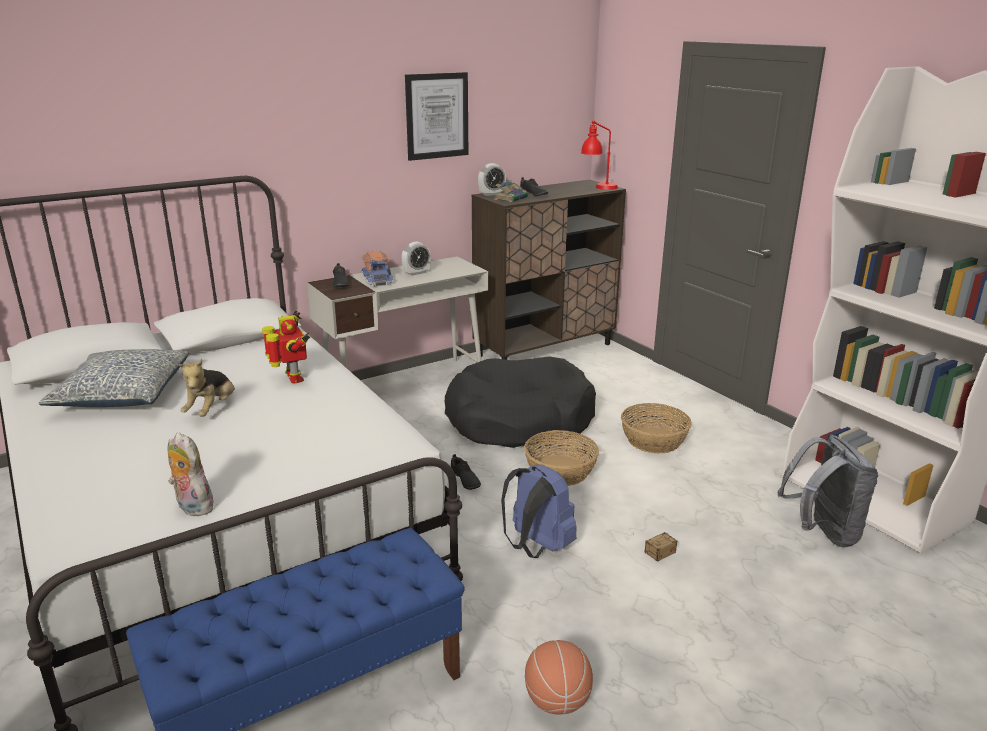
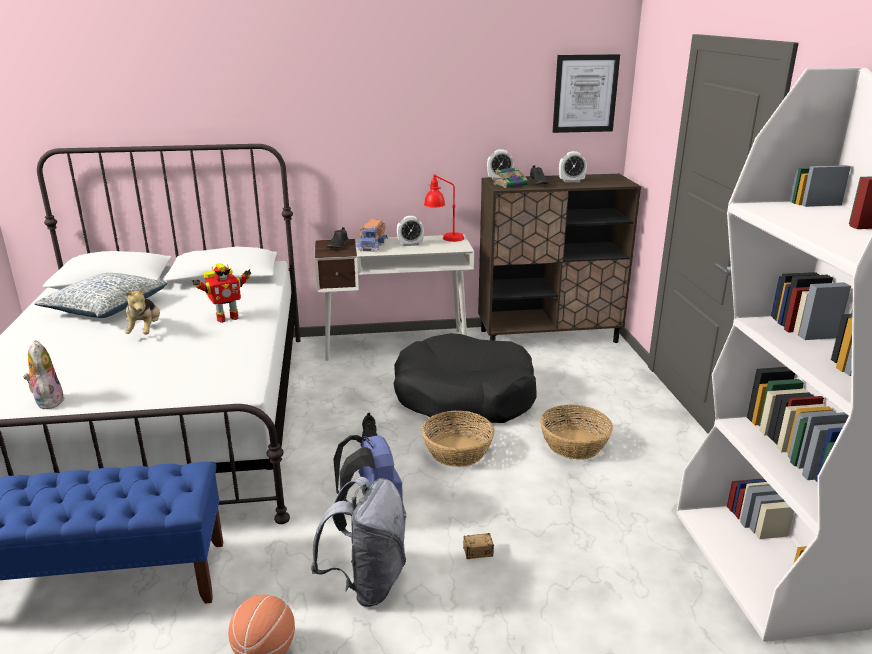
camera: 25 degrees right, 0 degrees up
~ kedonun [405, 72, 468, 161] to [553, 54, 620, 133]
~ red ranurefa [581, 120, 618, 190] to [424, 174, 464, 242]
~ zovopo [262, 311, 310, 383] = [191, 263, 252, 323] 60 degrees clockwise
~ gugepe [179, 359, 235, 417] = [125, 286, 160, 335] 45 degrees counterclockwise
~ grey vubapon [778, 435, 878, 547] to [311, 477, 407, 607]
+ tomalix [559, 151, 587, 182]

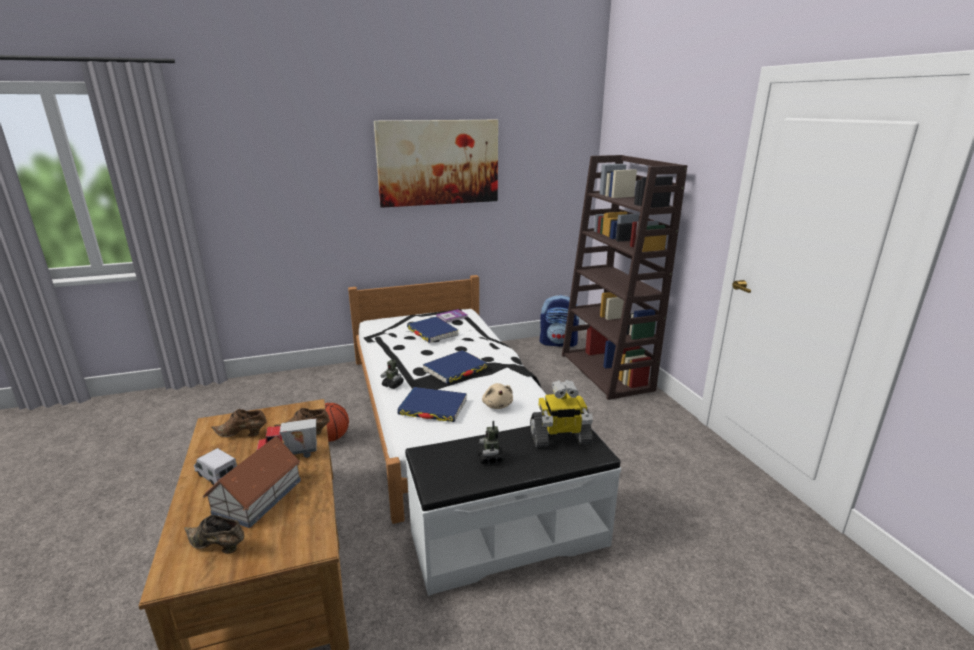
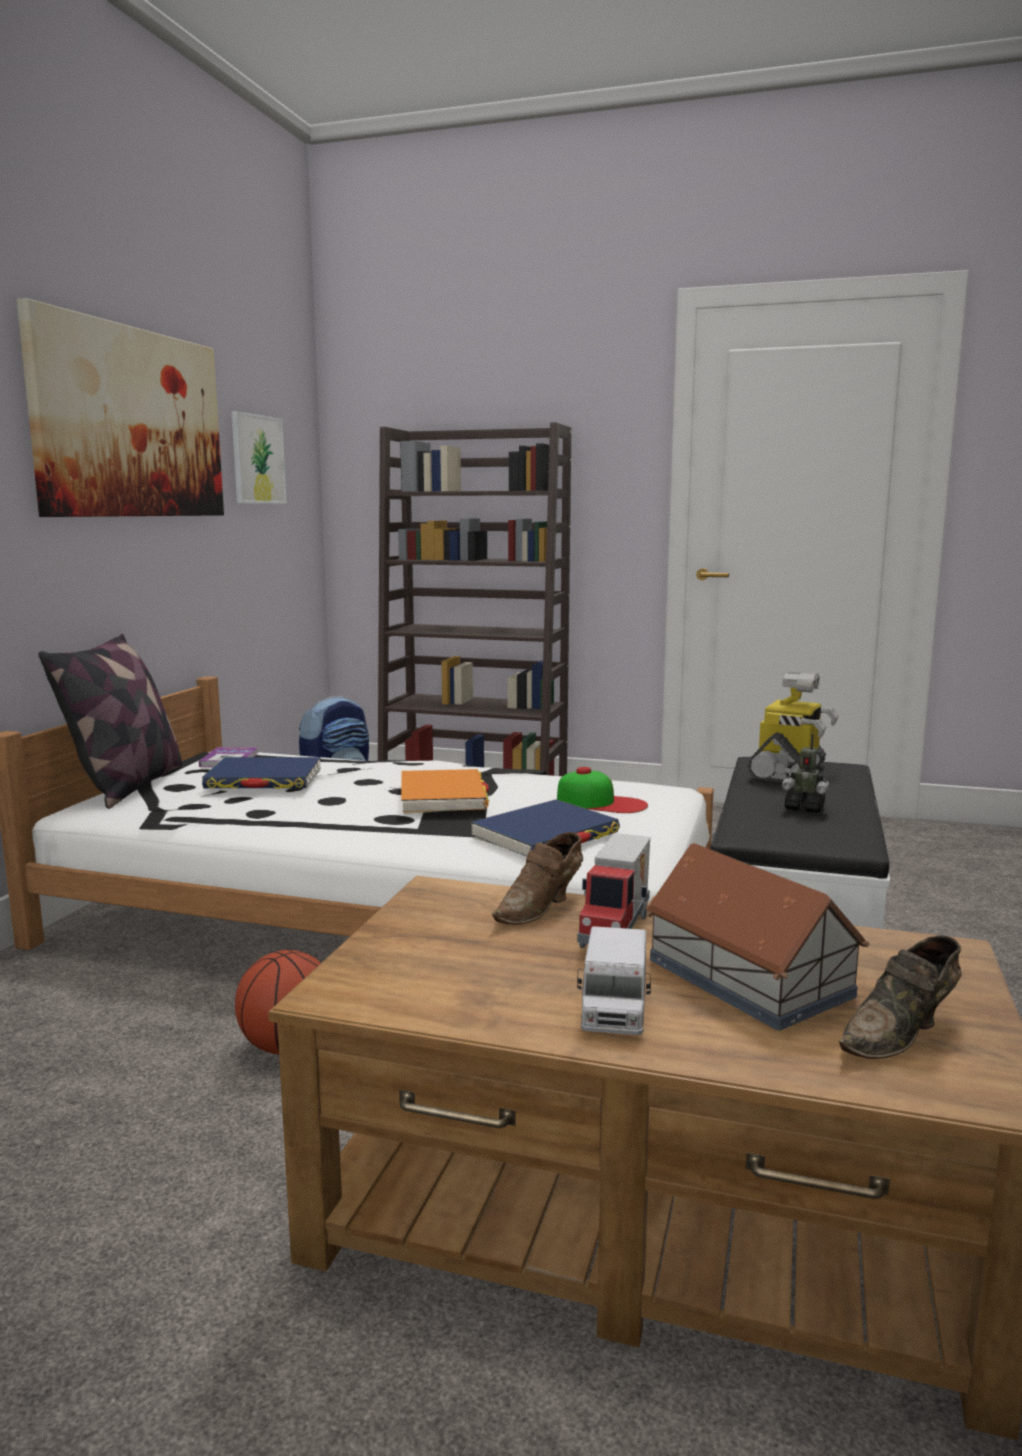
camera: 55 degrees left, 10 degrees down
~ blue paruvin [423, 350, 488, 384] to orange paruvin [401, 769, 489, 814]
- zovopo [381, 354, 404, 389]
~ beige gugepe [482, 383, 513, 409] to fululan [557, 767, 648, 813]
- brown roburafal [211, 409, 267, 437]
~ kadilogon [194, 448, 237, 485] = [577, 926, 651, 1035] 60 degrees counterclockwise
+ kedonun [232, 411, 287, 504]
+ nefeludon [38, 634, 182, 809]

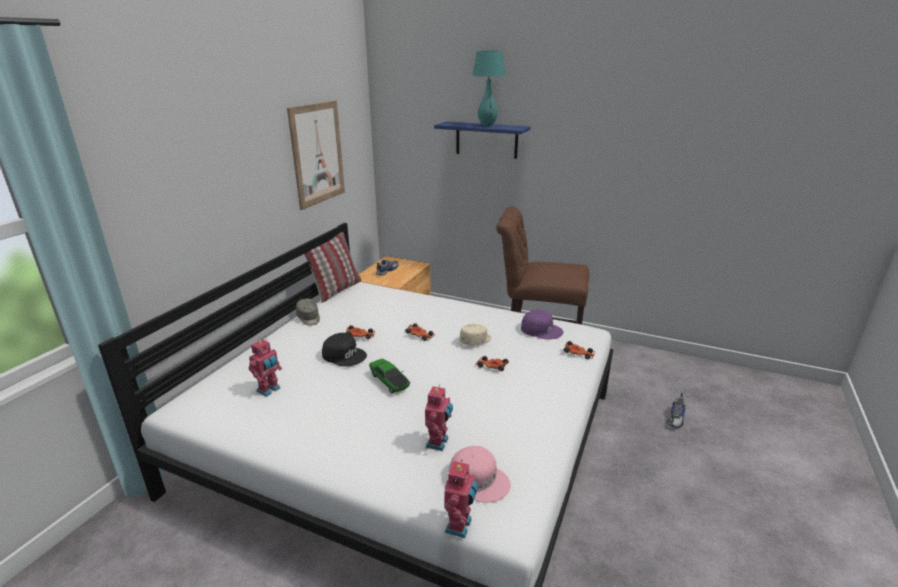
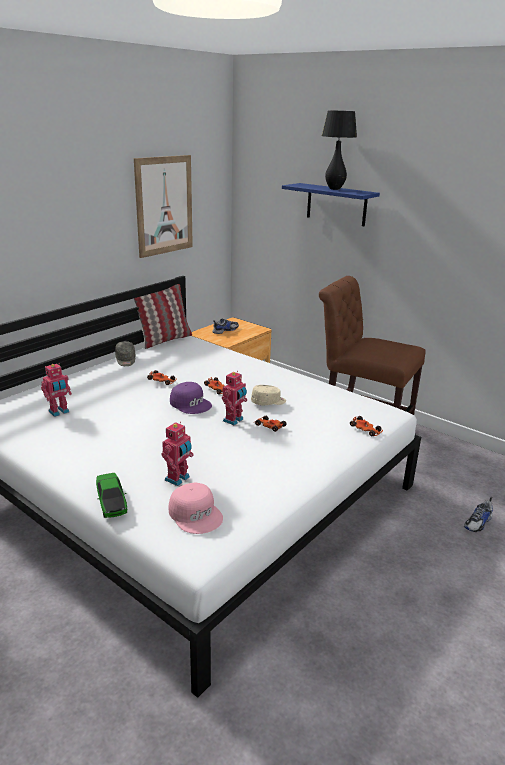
camera: 15 degrees right, 0 degrees up
~ turquoise ranurefa [472, 51, 506, 126] to black ranurefa [322, 110, 357, 190]
~ purple fululan [521, 310, 563, 340] to [170, 382, 212, 414]
- black fululan [322, 333, 367, 367]
~ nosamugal [369, 359, 410, 393] to [96, 473, 127, 518]
~ zovopo [444, 459, 478, 538] to [222, 371, 247, 426]

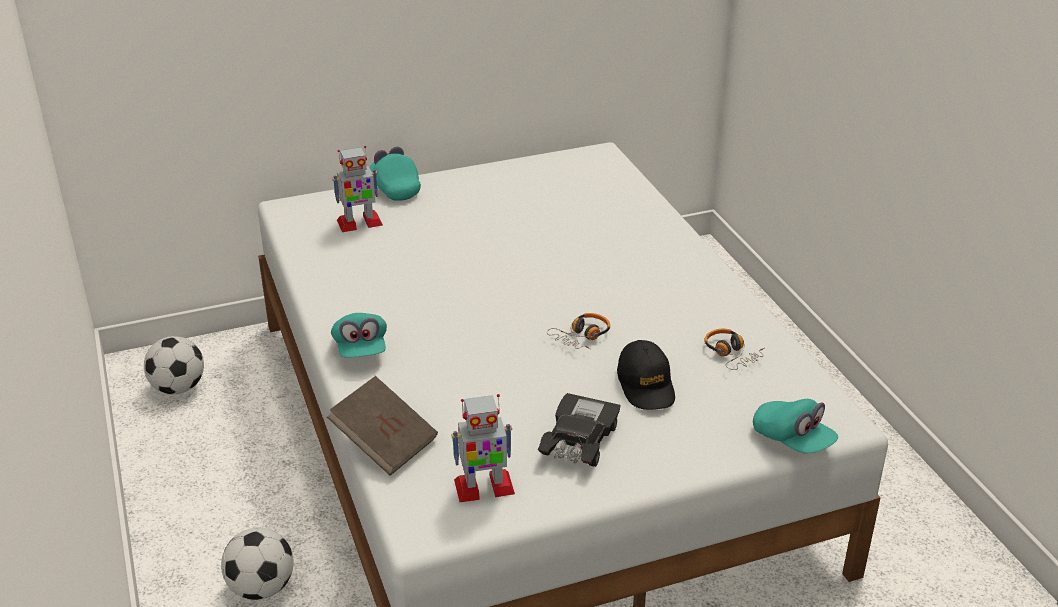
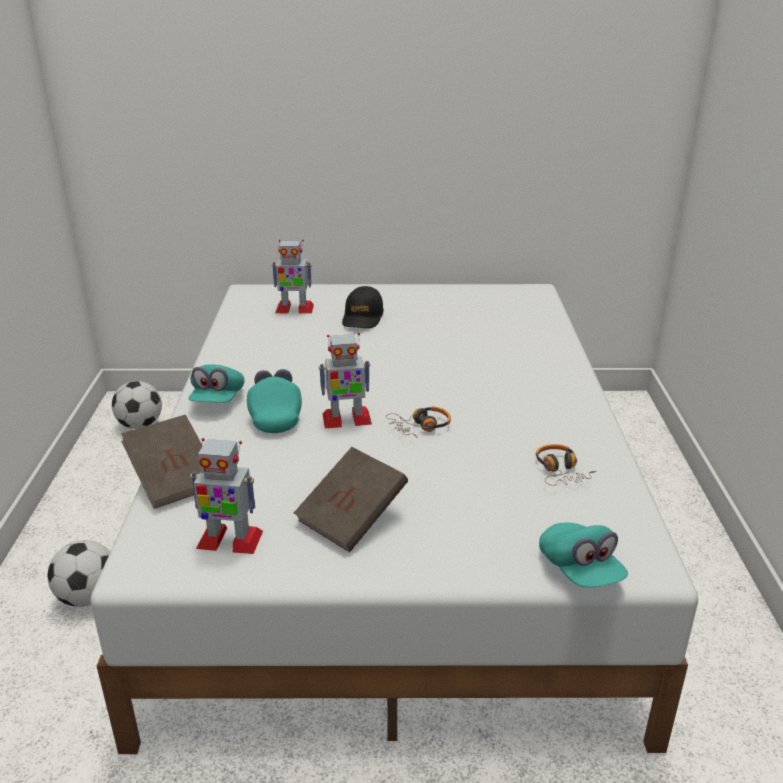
camera: 20 degrees right, 5 degrees down
~ turquoise fululan [370, 147, 421, 201] to [247, 369, 302, 433]
~ black fululan [617, 340, 675, 410] to [342, 286, 384, 328]
~ black nosamugal [538, 393, 620, 467] to brown paruvin [294, 447, 408, 552]
+ zovopo [319, 333, 372, 428]

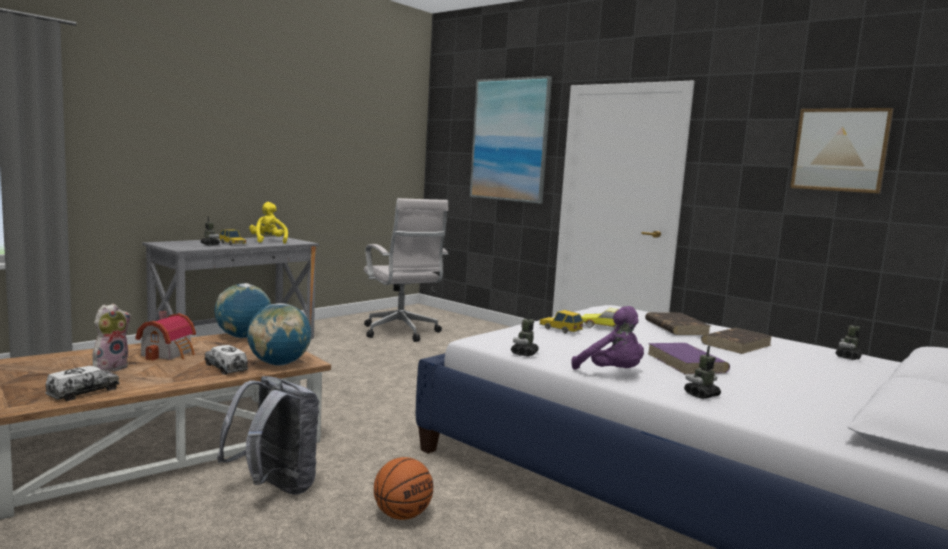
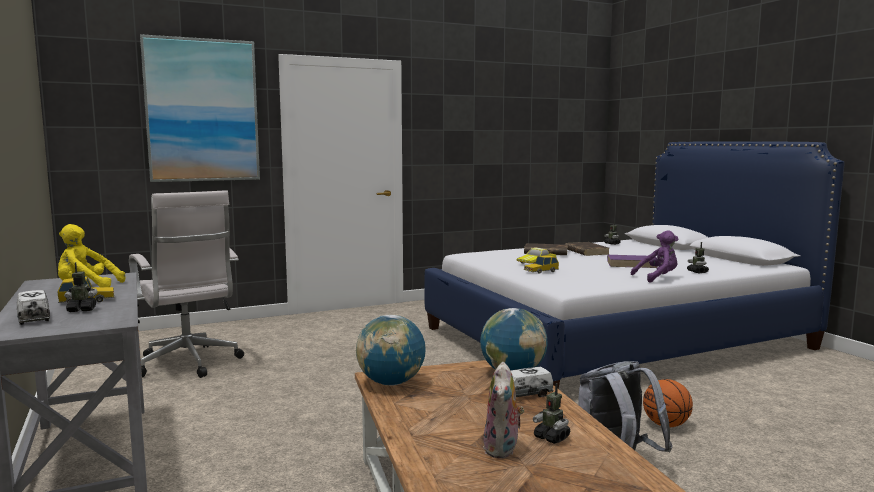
camera: 65 degrees left, 0 degrees up
- kedonun [790, 108, 893, 194]
~ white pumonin [364, 198, 448, 342] = [129, 190, 244, 378] 60 degrees clockwise
~ gugepe [93, 304, 131, 372] = [483, 362, 525, 458] 135 degrees counterclockwise
- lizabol [135, 311, 196, 361]
~ zovopo [511, 311, 539, 356] to [533, 383, 570, 444]
~ kadilogon [45, 366, 120, 401] to [17, 290, 50, 325]

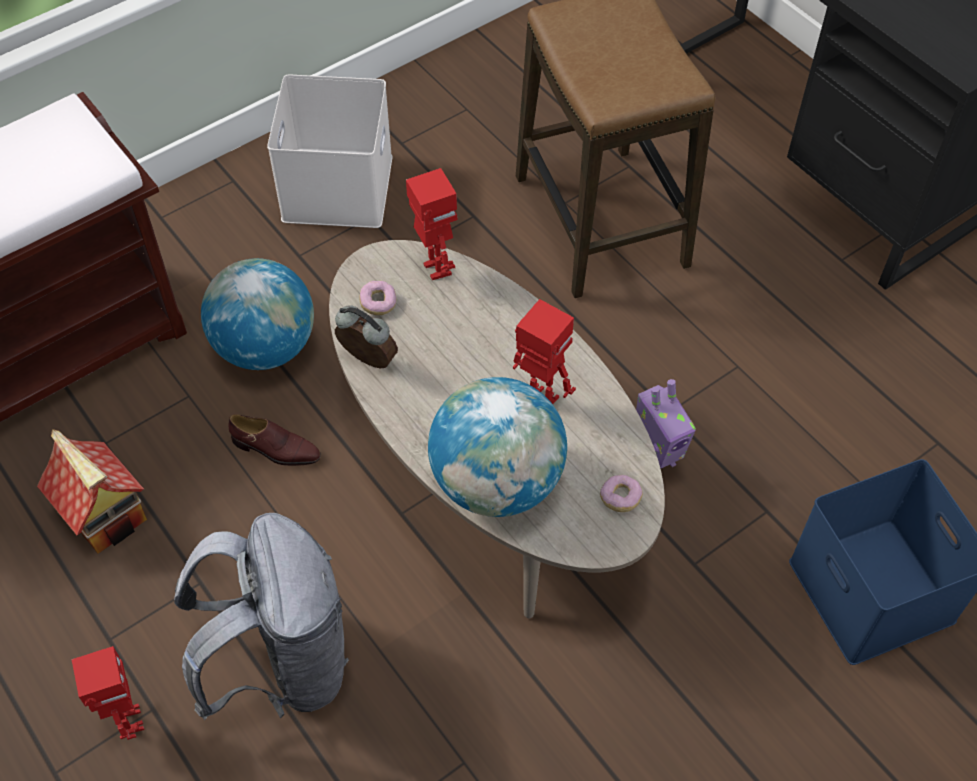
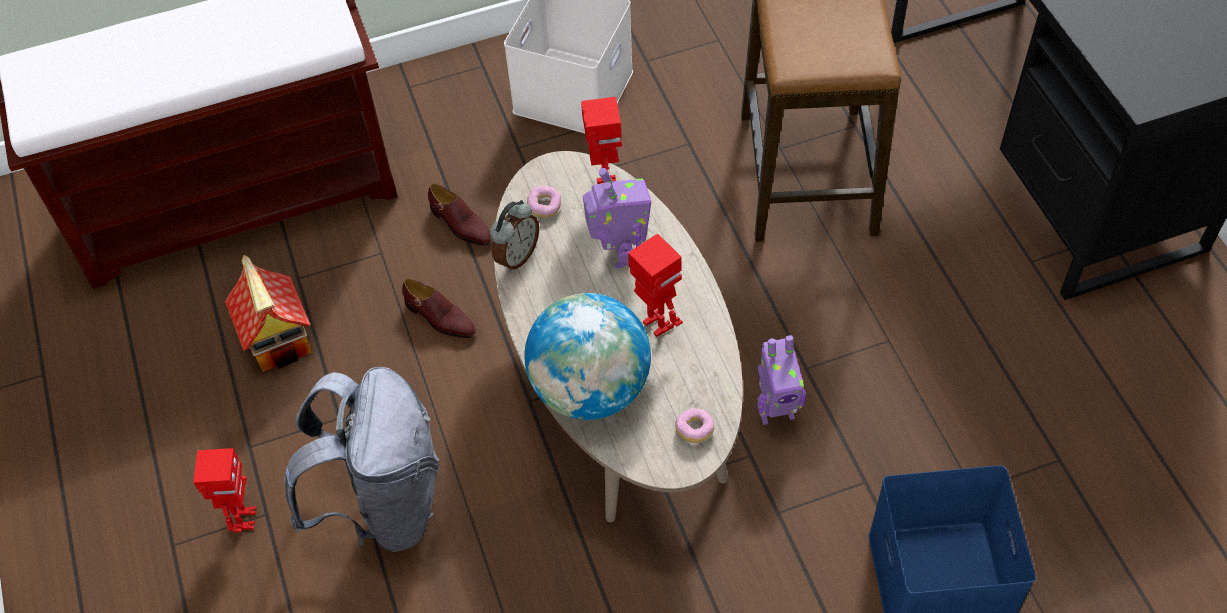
camera: 20 degrees right, 0 degrees up
~ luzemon [201, 258, 314, 370] to brown roburafal [428, 183, 492, 246]
~ tomalix [335, 305, 398, 369] = [490, 200, 539, 272] 75 degrees clockwise
+ zovopo [583, 168, 652, 269]

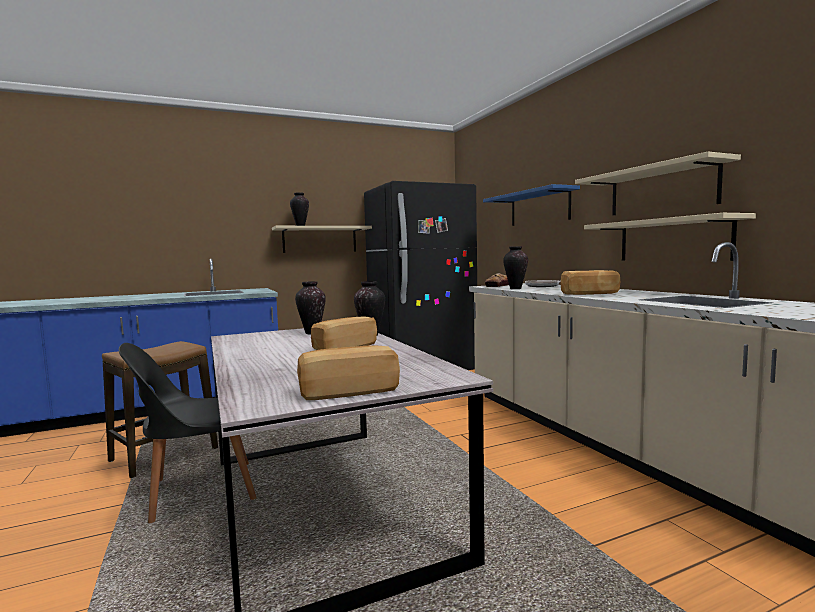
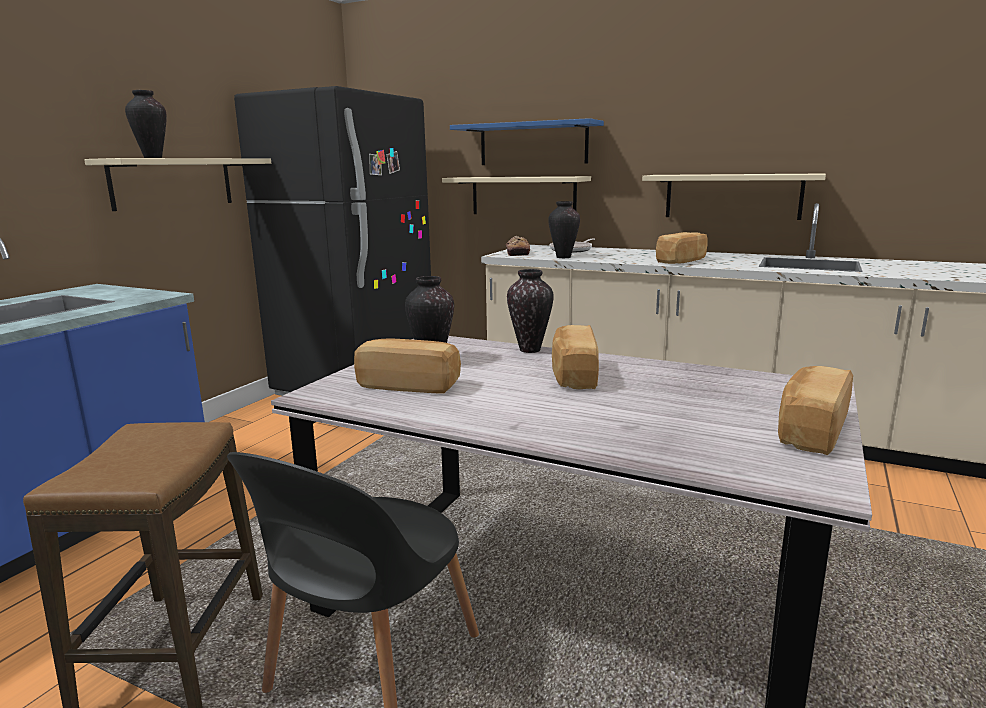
camera: 40 degrees left, 10 degrees up
~ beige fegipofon [575, 151, 741, 215] to [442, 176, 591, 214]
+ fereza [354, 338, 461, 394]

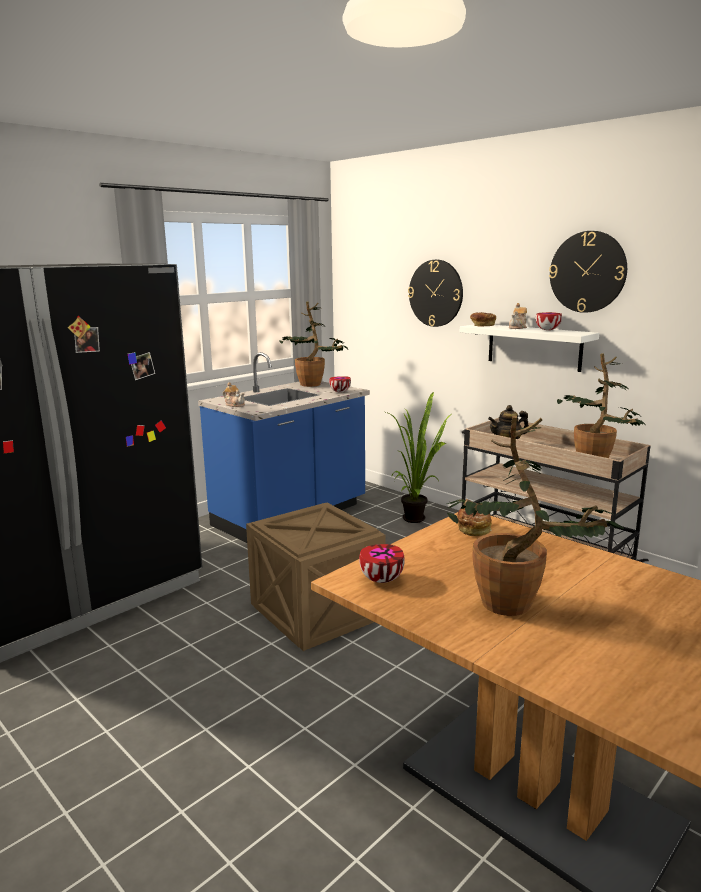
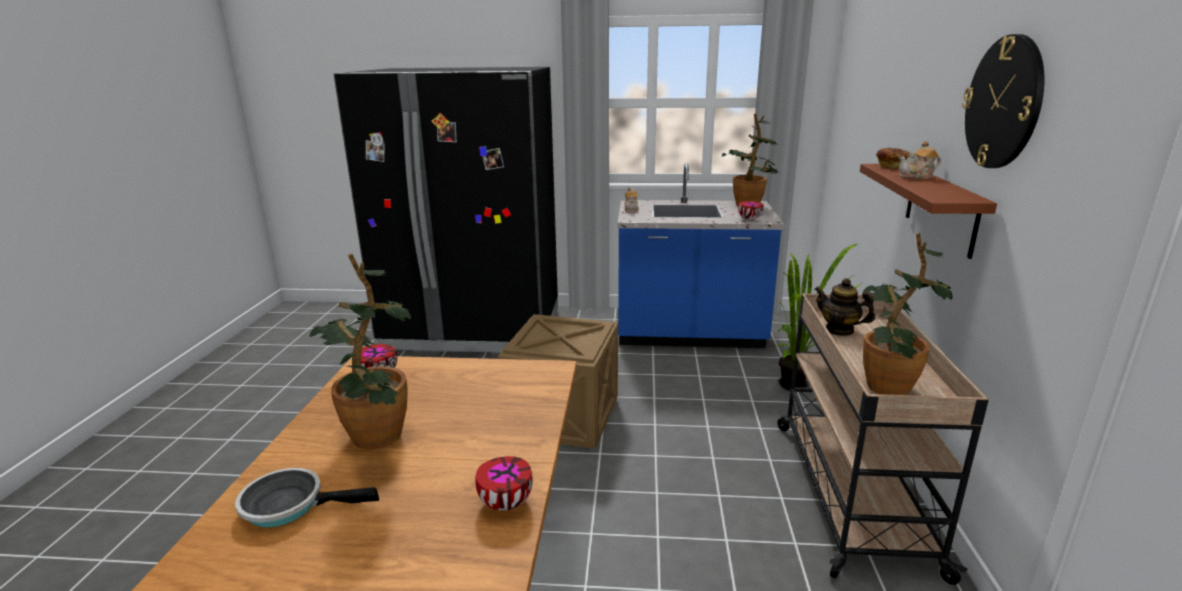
camera: 50 degrees right, 5 degrees up
- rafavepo [408, 260, 463, 327]
~ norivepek [536, 312, 562, 330] to [475, 456, 533, 511]
~ white fegipofon [460, 324, 599, 372] to brown fegipofon [860, 164, 997, 259]
- fereza [458, 508, 492, 536]
+ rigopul [235, 468, 379, 528]

